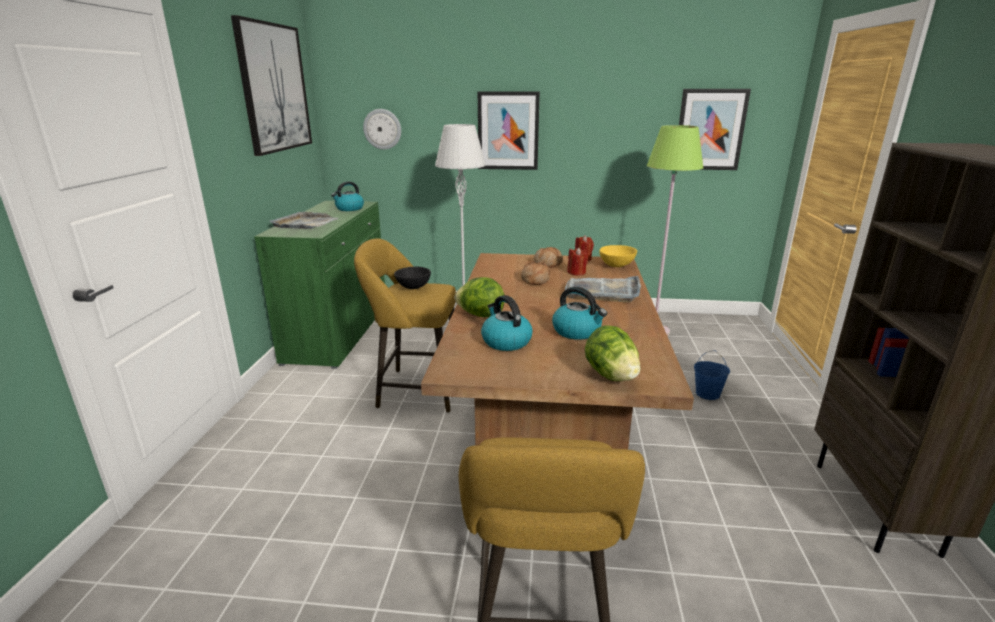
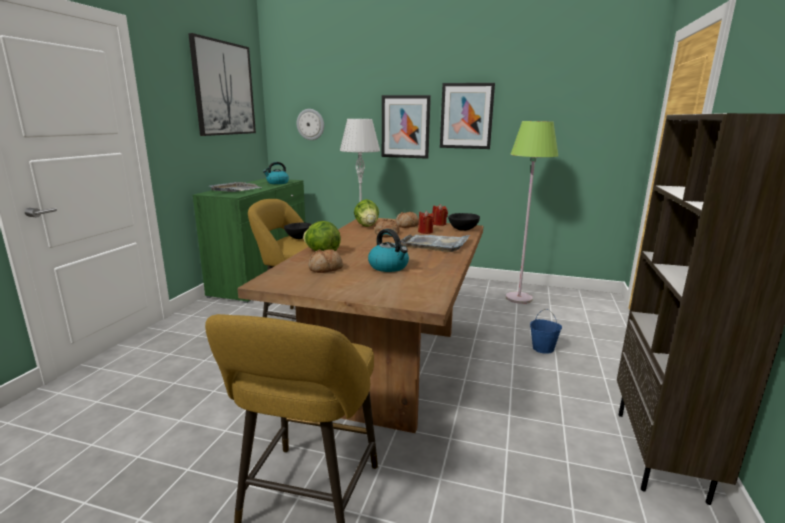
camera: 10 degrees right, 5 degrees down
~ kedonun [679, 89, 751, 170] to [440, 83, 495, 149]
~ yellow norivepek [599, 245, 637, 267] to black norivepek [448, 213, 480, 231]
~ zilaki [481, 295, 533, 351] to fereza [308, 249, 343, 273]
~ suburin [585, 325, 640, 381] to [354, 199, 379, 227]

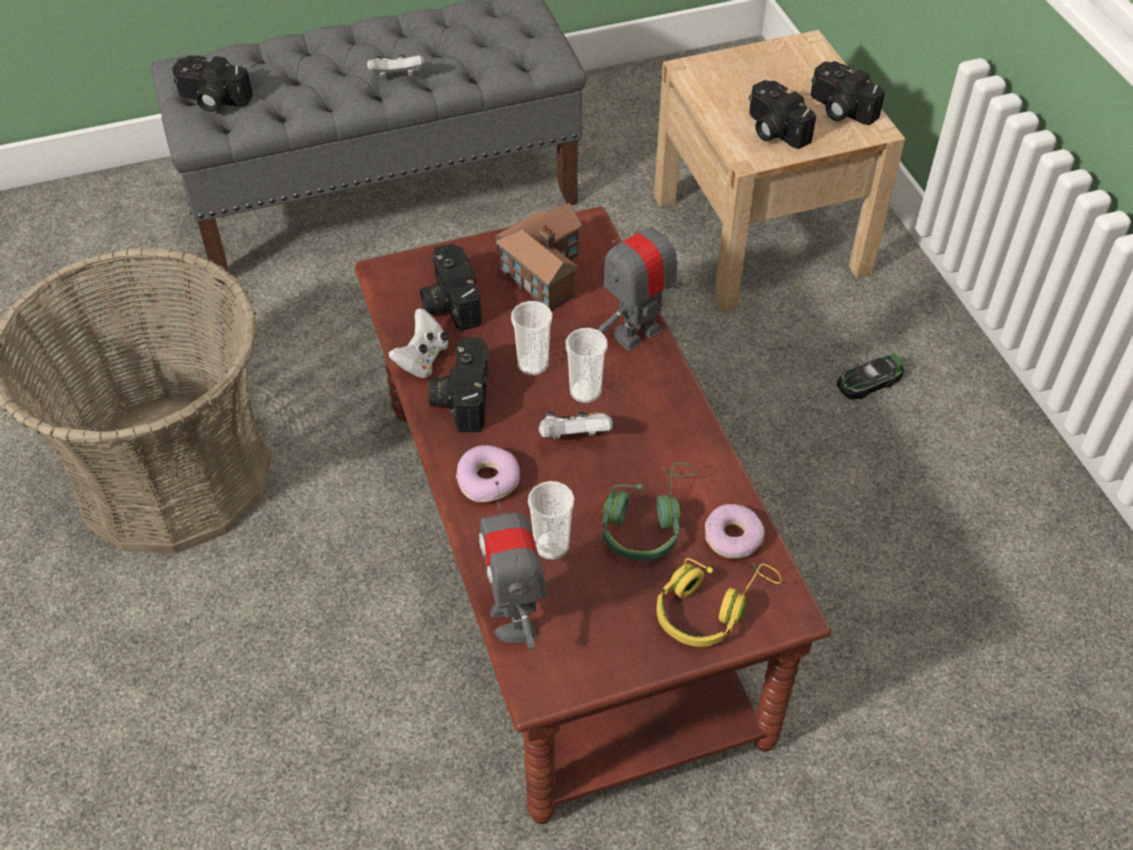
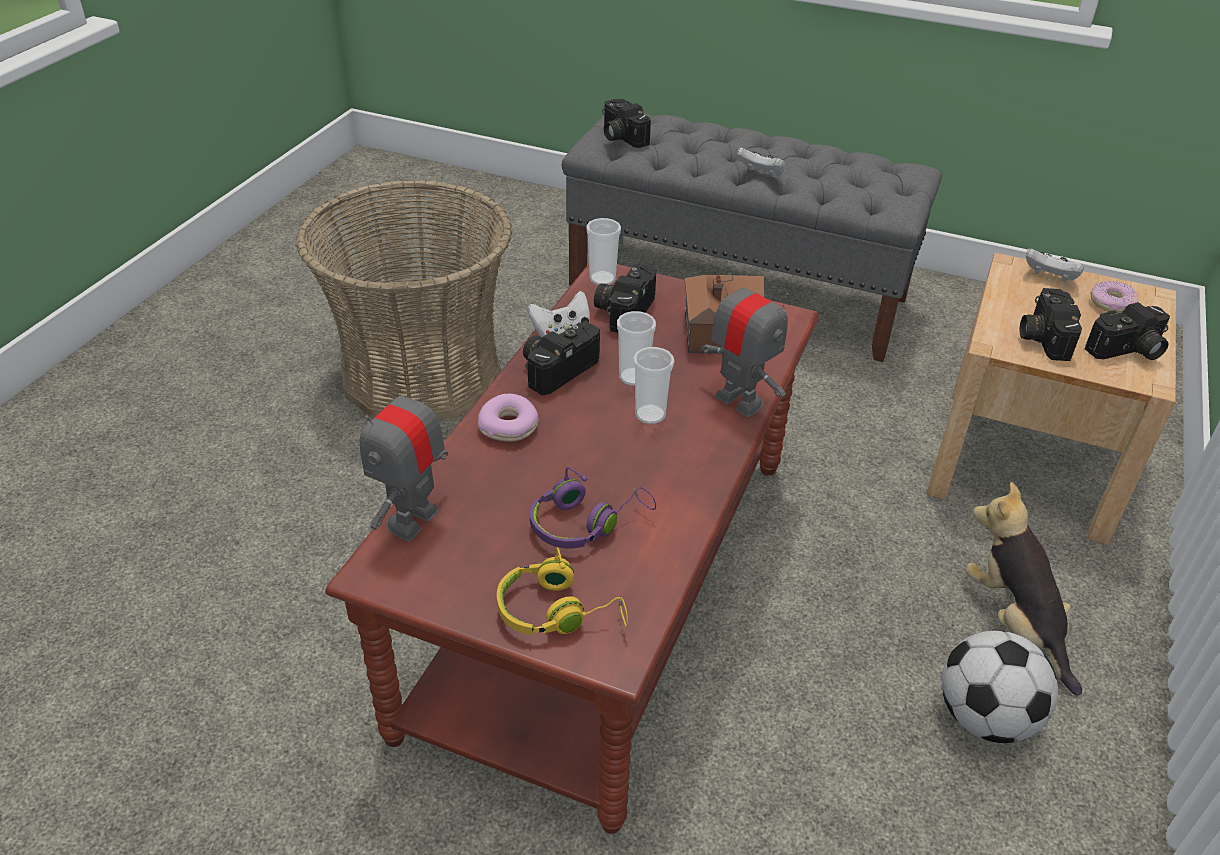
camera: 40 degrees right, 10 degrees down
~ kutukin [811, 61, 885, 125] = [1085, 302, 1170, 360] 105 degrees counterclockwise
~ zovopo [598, 205, 682, 351] = [700, 265, 789, 417] 45 degrees clockwise
~ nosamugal [837, 354, 904, 399] to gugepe [966, 482, 1082, 696]
~ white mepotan [539, 412, 613, 440] to [1026, 249, 1084, 282]
~ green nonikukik [602, 463, 694, 561] to purple nonikukik [530, 467, 656, 549]
~ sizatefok [528, 481, 575, 560] to [586, 218, 621, 285]
~ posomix [705, 504, 765, 559] to [1090, 281, 1138, 313]
+ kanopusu [942, 630, 1058, 743]

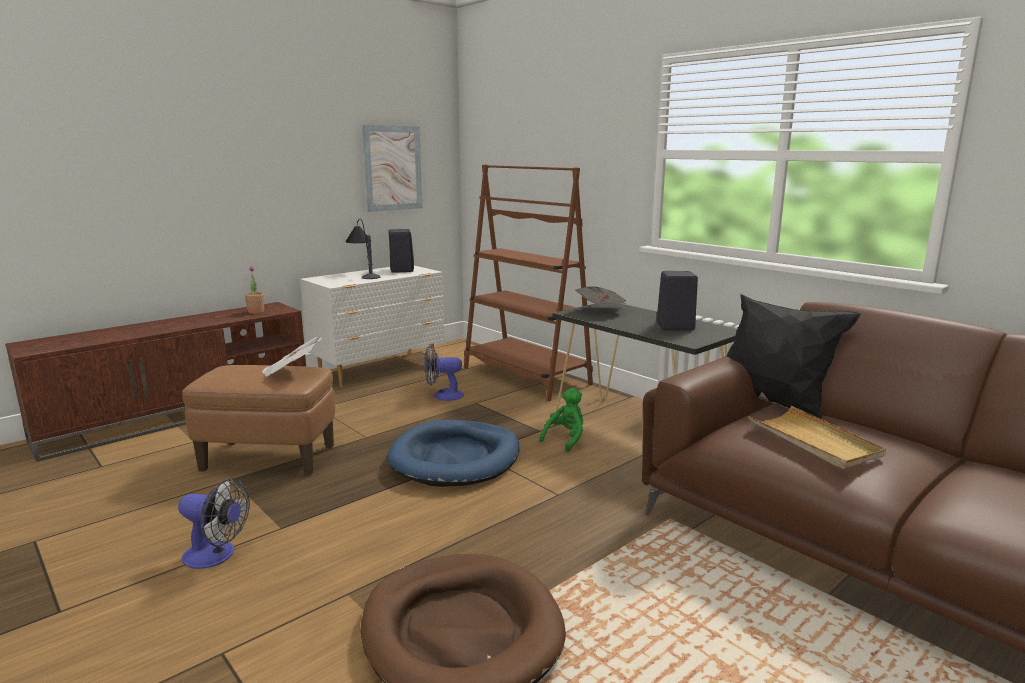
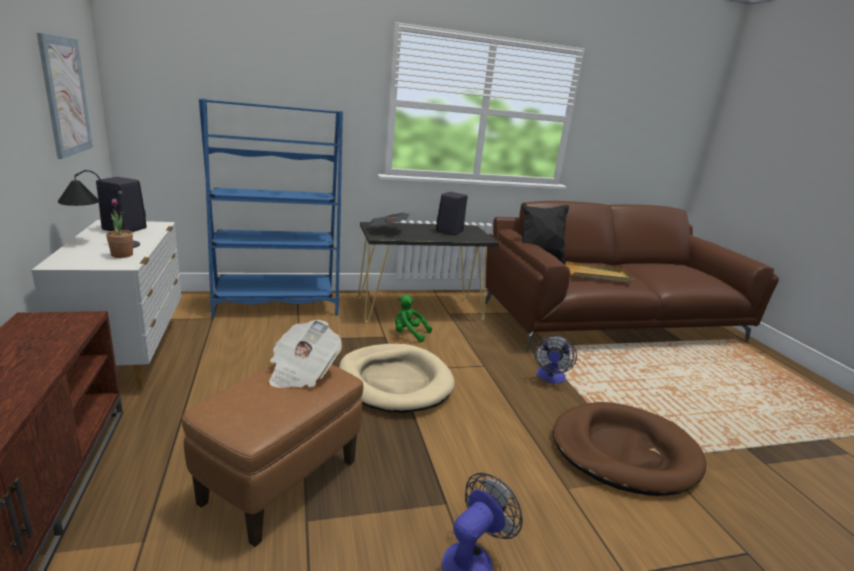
camera: 65 degrees left, 5 degrees up
~ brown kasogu [464, 164, 593, 401] to blue kasogu [199, 98, 343, 318]
~ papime [245, 266, 264, 314] to [106, 198, 133, 258]
~ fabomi [424, 346, 464, 401] to [534, 335, 577, 383]
~ green gugepe [539, 388, 583, 452] = [395, 295, 432, 342] 45 degrees counterclockwise
~ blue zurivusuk [387, 420, 520, 487] to beige zurivusuk [339, 344, 455, 413]

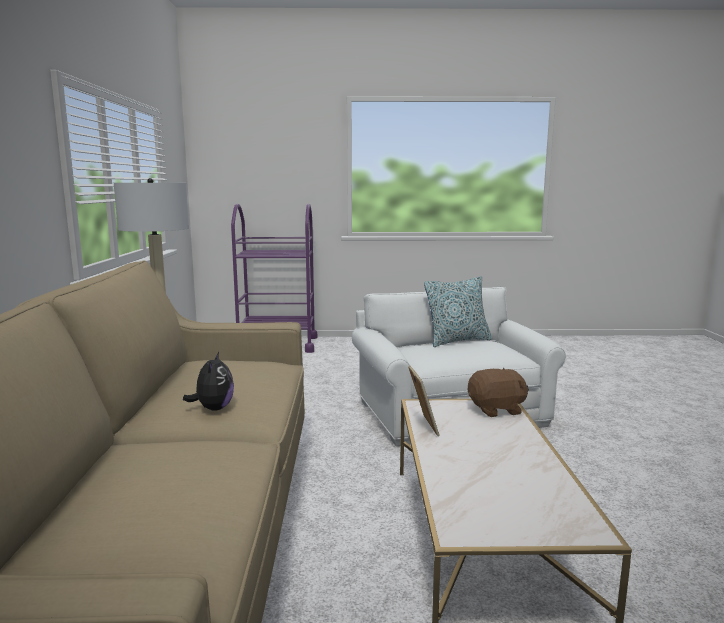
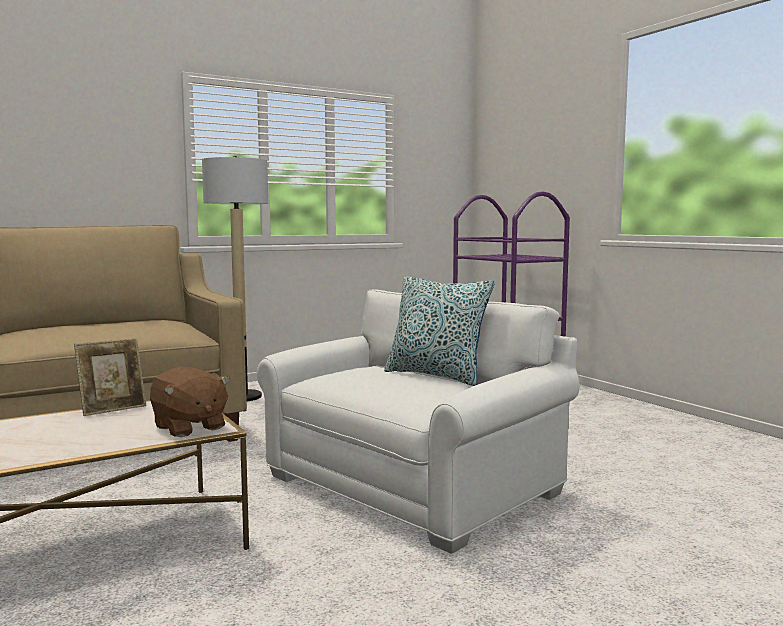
camera: 60 degrees right, 5 degrees down
- gugepe [183, 352, 234, 411]

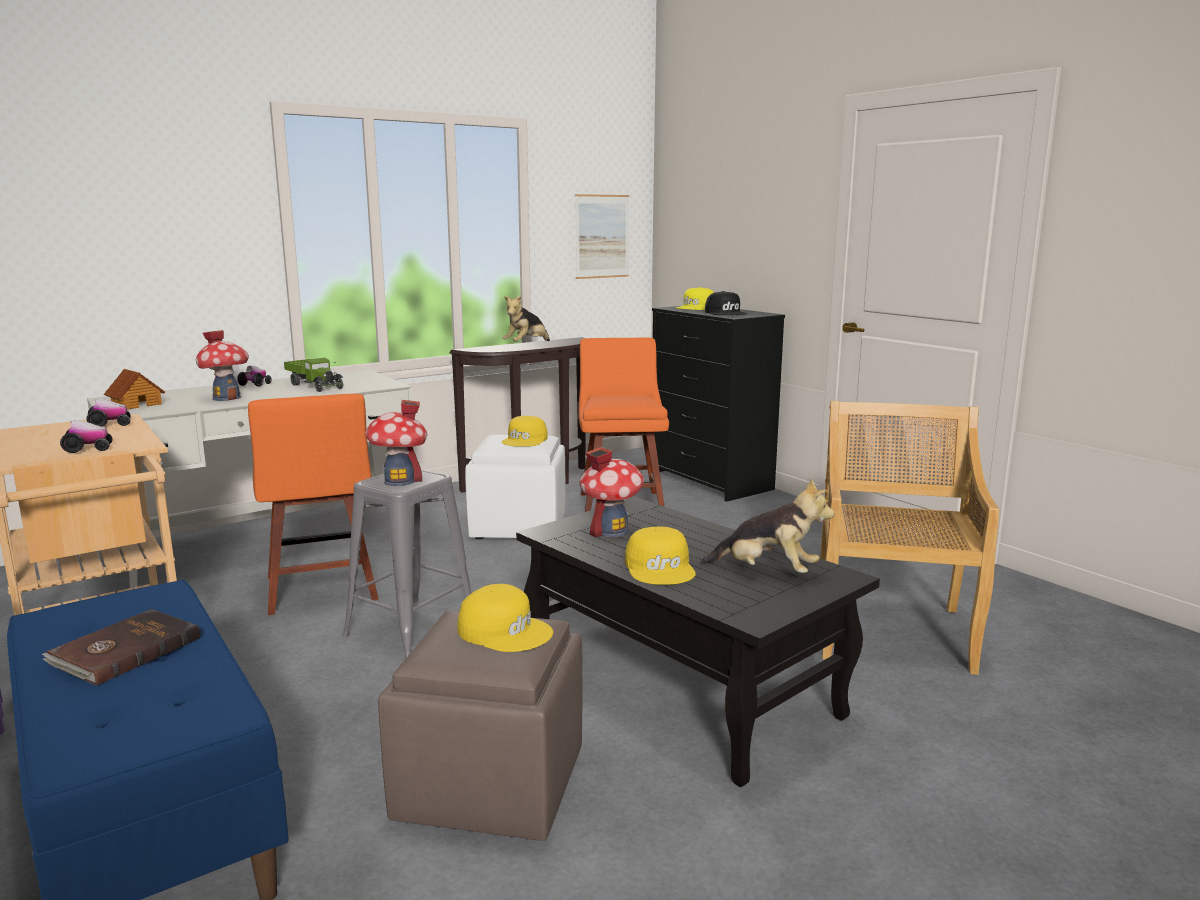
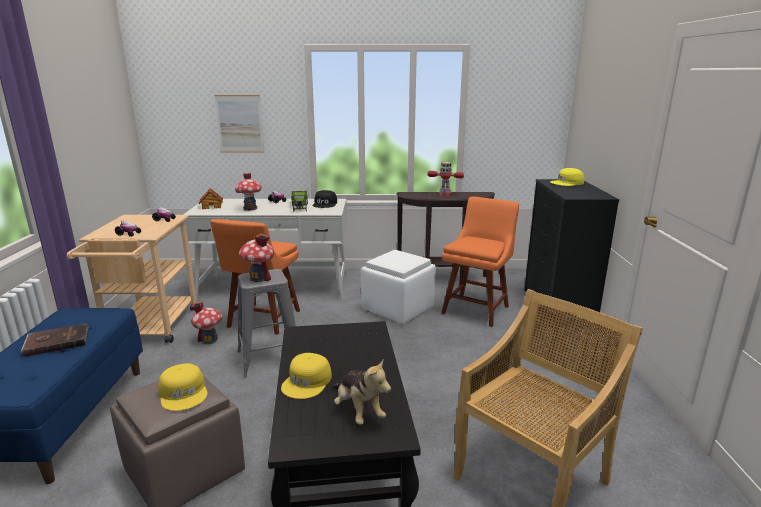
camera: 35 degrees right, 5 degrees up
~ kedonun [575, 194, 629, 279] to [214, 95, 264, 152]
~ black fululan [705, 291, 747, 315] to [312, 190, 337, 208]
~ gugepe [503, 294, 550, 342] to zovopo [428, 162, 464, 196]
- yellow fululan [502, 416, 548, 447]
~ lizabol [580, 447, 644, 538] to [191, 302, 222, 344]

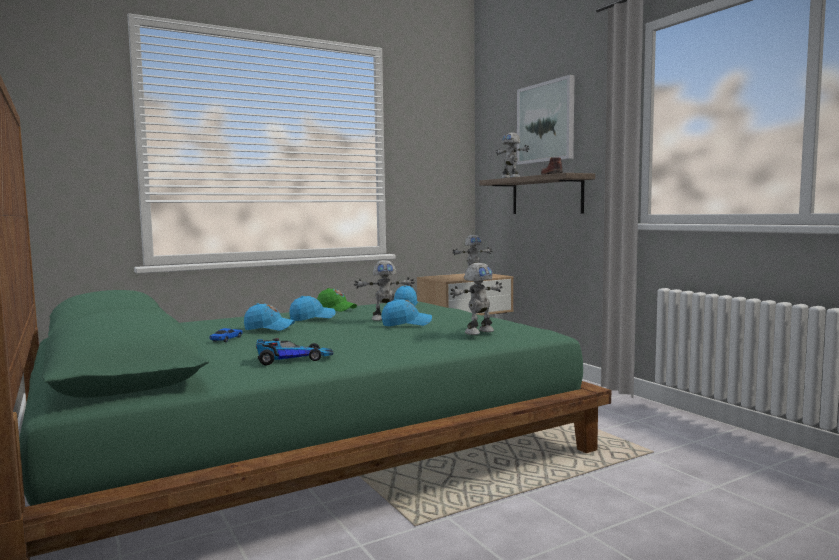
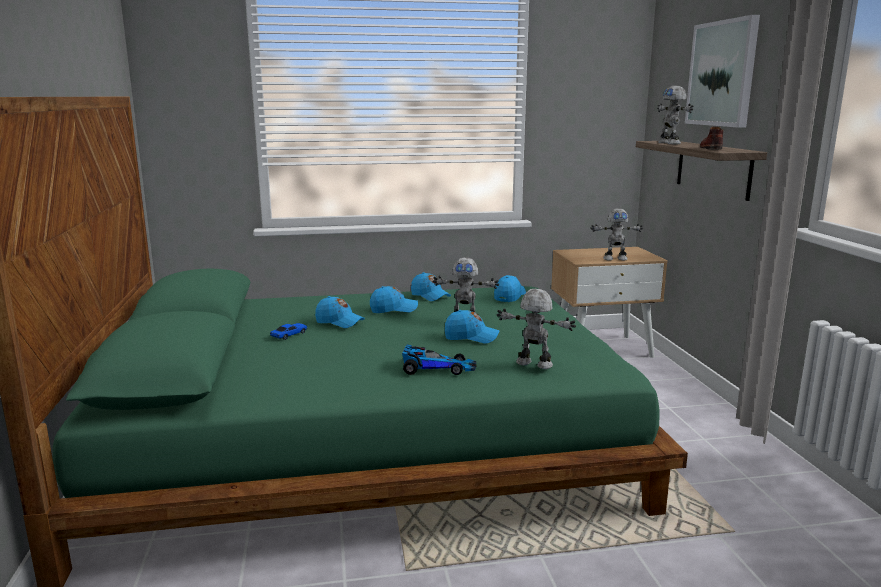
camera: 20 degrees right, 10 degrees up
~ zovopo [450, 263, 502, 335] = [497, 289, 576, 369] 135 degrees counterclockwise
~ green fululan [317, 288, 357, 312] to blue fululan [411, 272, 451, 301]
~ nosamugal [256, 338, 334, 365] to [402, 345, 477, 375]

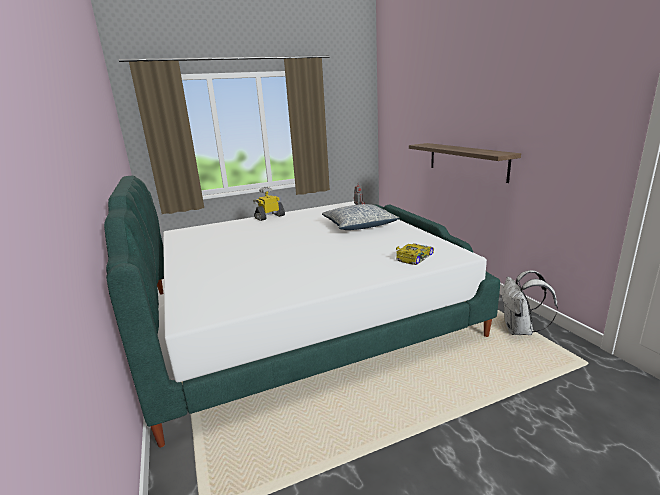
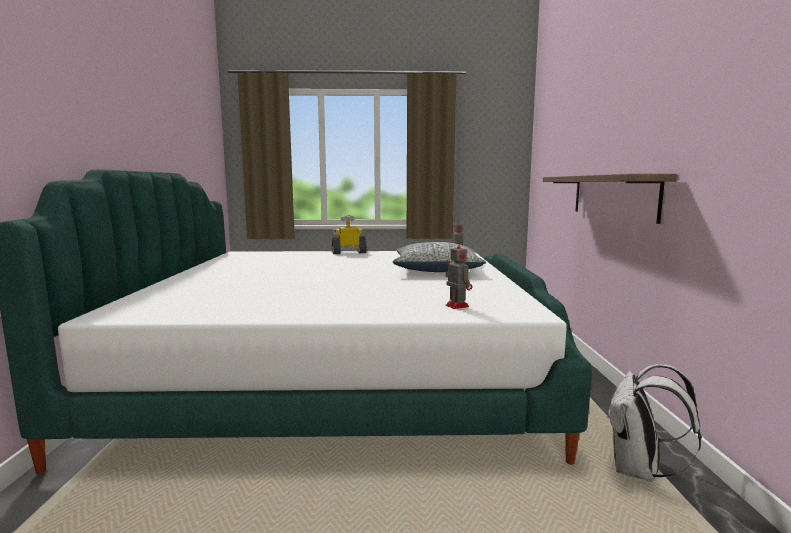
camera: 20 degrees right, 10 degrees down
~ nosamugal [396, 243, 434, 265] to zovopo [445, 240, 472, 309]

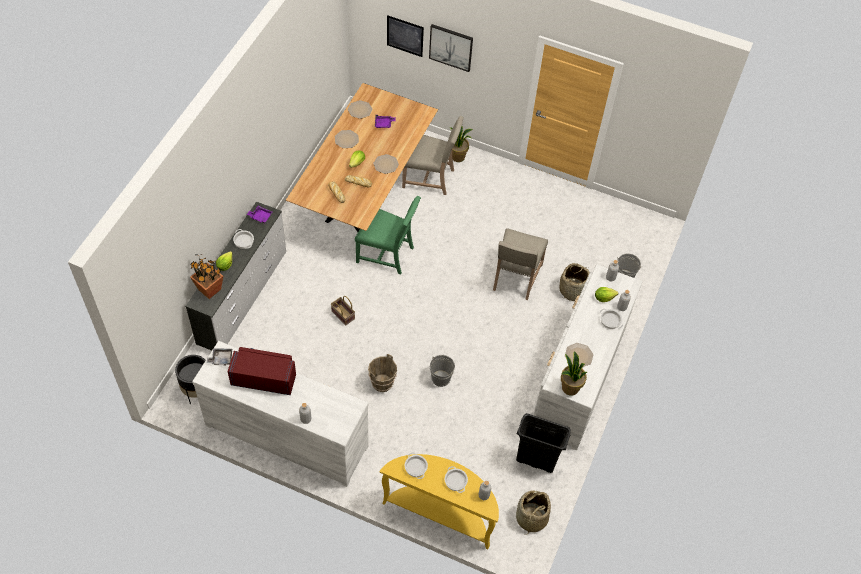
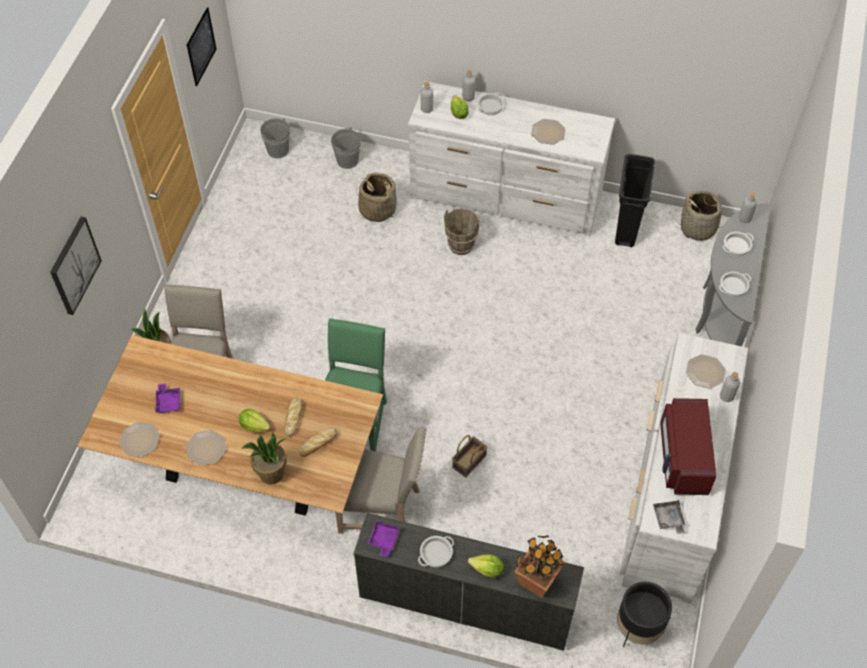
camera: 95 degrees left, 0 degrees up
~ kedonun [387, 15, 424, 57] to [187, 7, 216, 86]
~ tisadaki [373, 154, 399, 174] to [686, 354, 726, 389]
~ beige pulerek [493, 228, 548, 300] to [335, 427, 426, 534]
~ papime [561, 351, 587, 395] to [241, 432, 287, 485]
~ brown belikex [368, 354, 397, 392] to [444, 208, 480, 255]
~ grey belikex [430, 355, 455, 387] to [260, 118, 290, 158]
~ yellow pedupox [380, 454, 499, 549] to grey pedupox [696, 204, 771, 346]

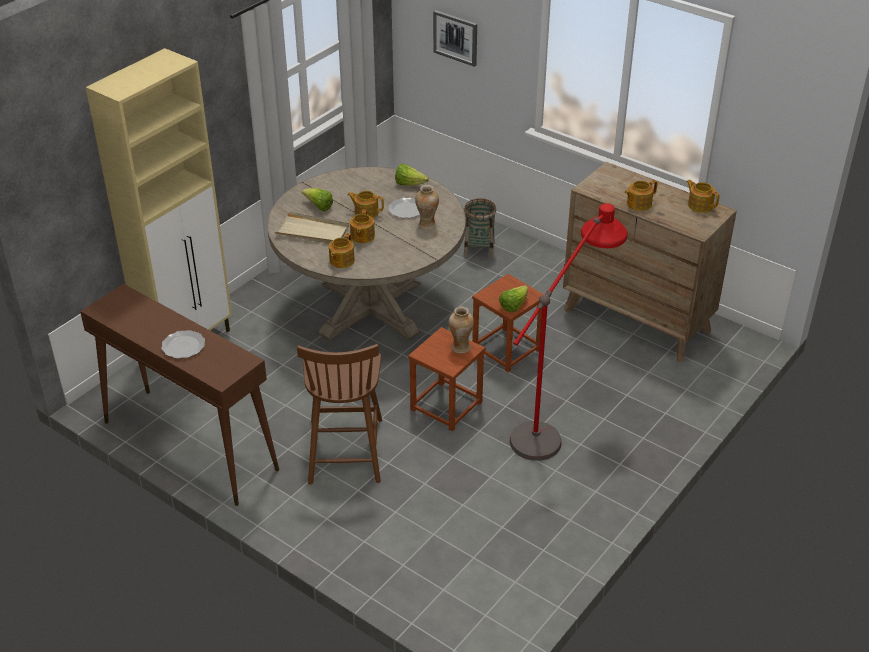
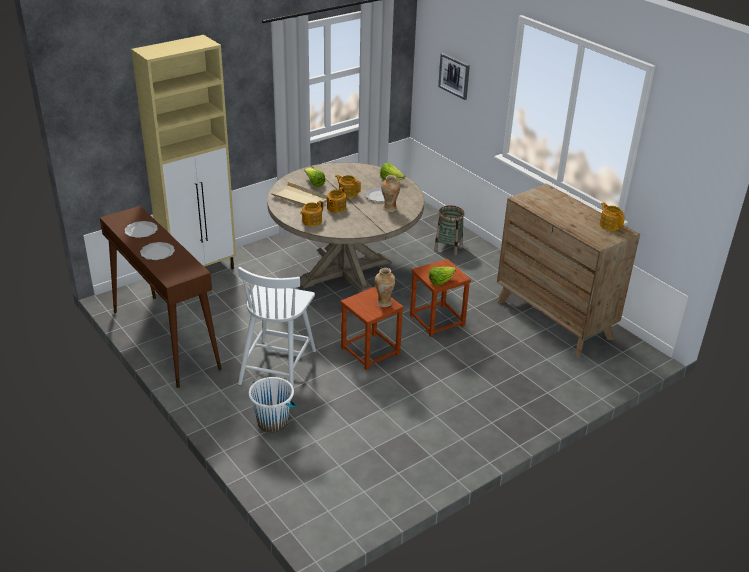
camera: 15 degrees right, 5 degrees down
- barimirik [624, 180, 658, 211]
- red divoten [509, 203, 627, 461]
~ brown pulerek [297, 344, 382, 485] to white pulerek [238, 267, 316, 388]
+ tisadaki [124, 221, 158, 238]
+ white belikex [249, 377, 296, 432]

